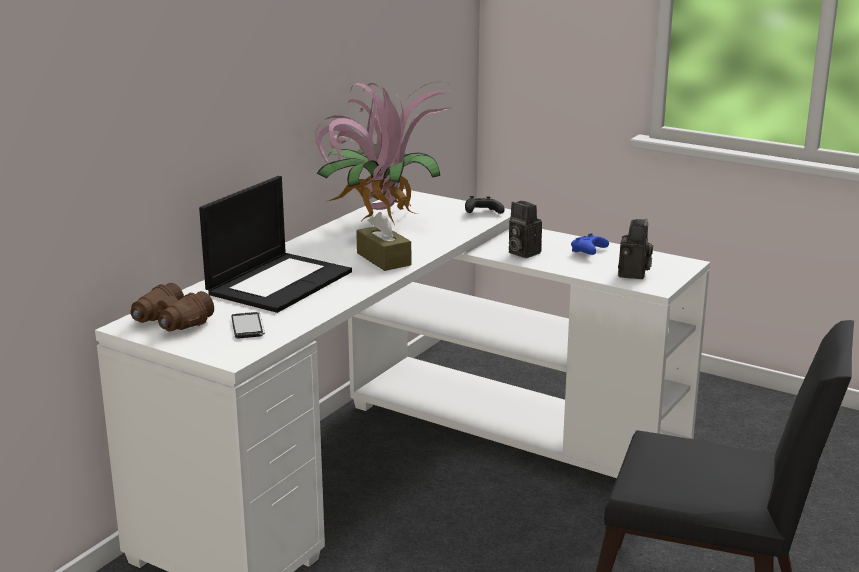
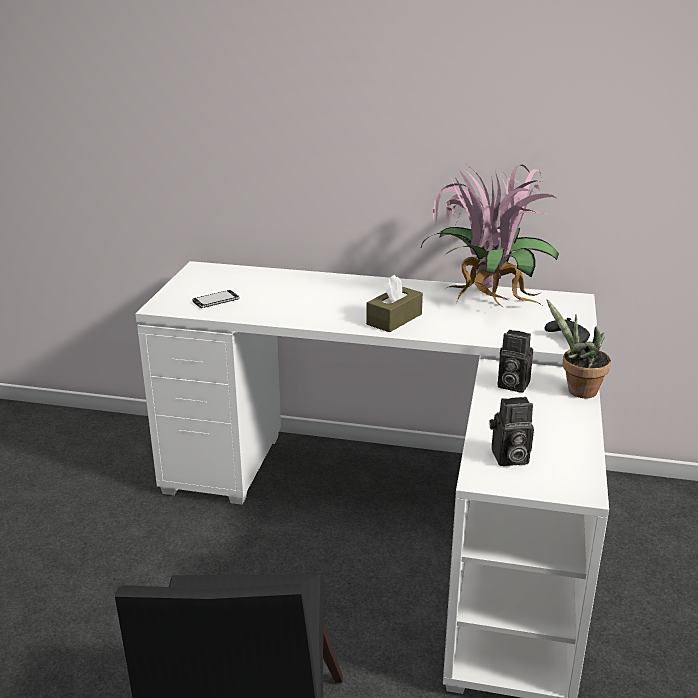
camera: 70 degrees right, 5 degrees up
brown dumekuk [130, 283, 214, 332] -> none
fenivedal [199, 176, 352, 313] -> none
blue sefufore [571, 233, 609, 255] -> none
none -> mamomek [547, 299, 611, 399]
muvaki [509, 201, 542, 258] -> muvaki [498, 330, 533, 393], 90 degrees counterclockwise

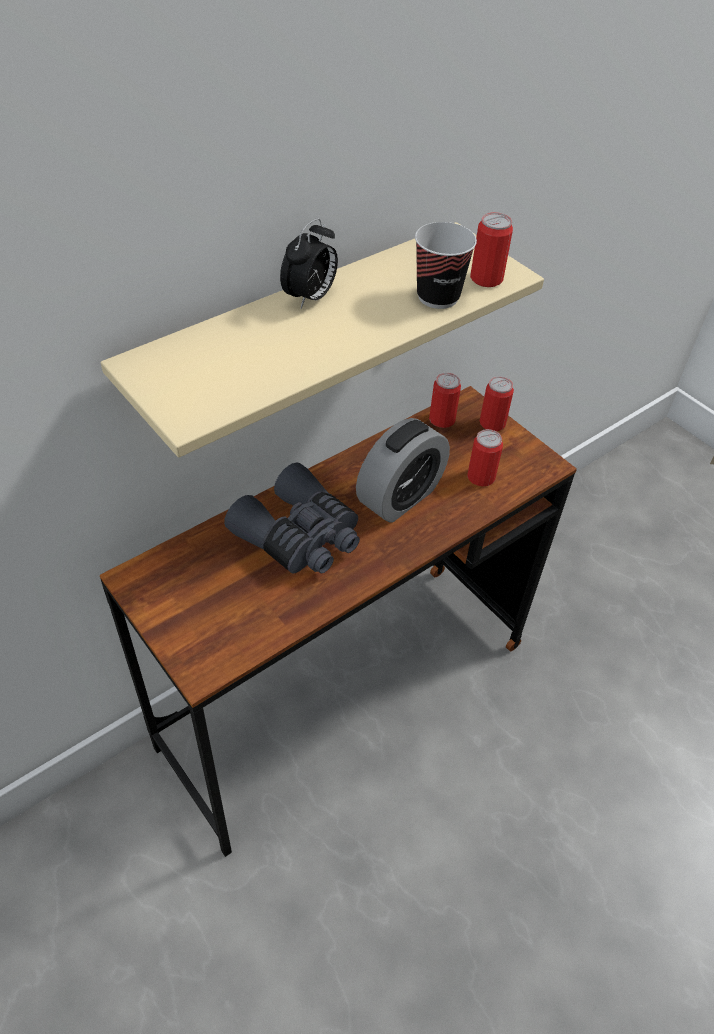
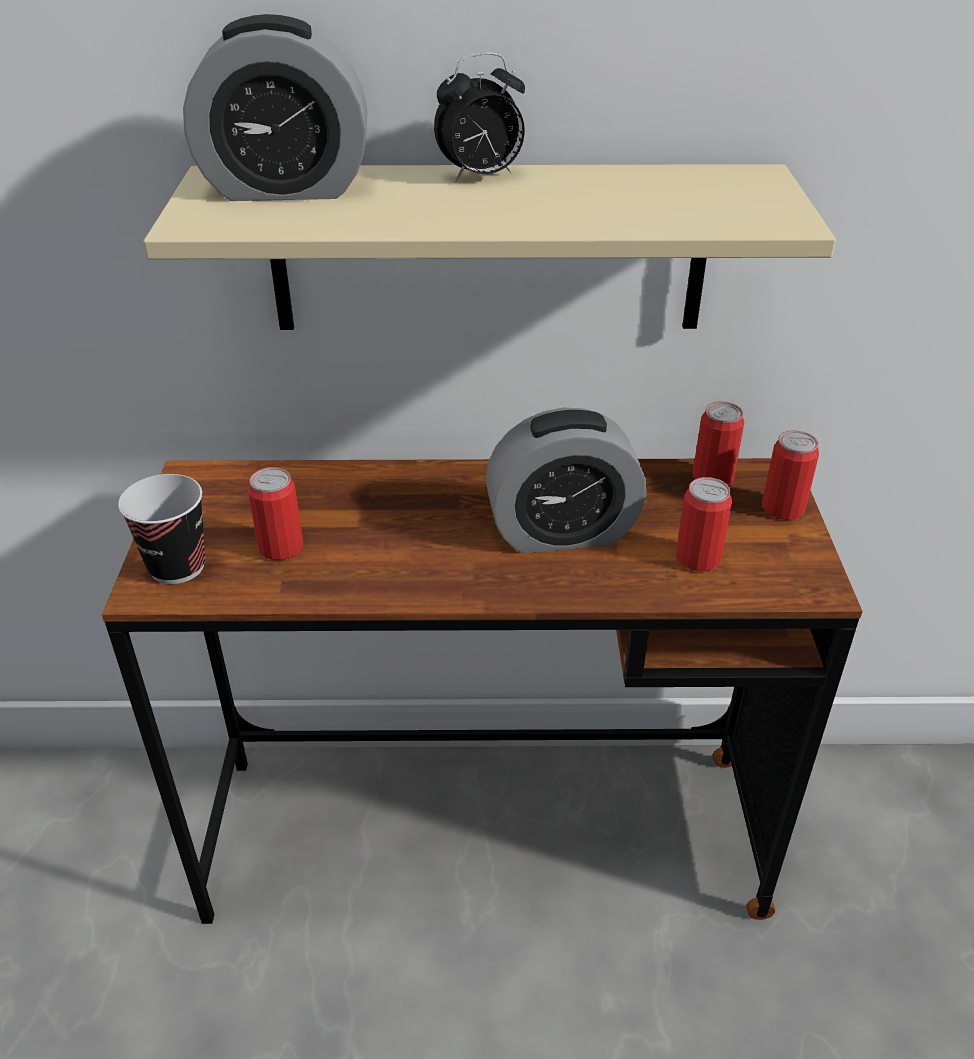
camera: 40 degrees right, 10 degrees down
grey dumekuk [224, 463, 360, 574] -> none
none -> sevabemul [183, 14, 367, 201]
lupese [415, 222, 477, 309] -> lupese [118, 474, 206, 584], moved
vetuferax [470, 212, 513, 287] -> vetuferax [248, 467, 303, 560], moved

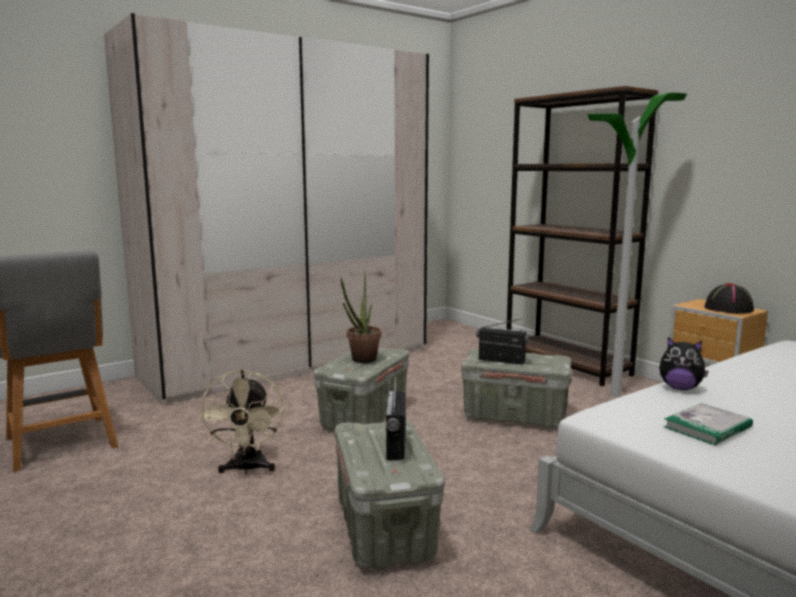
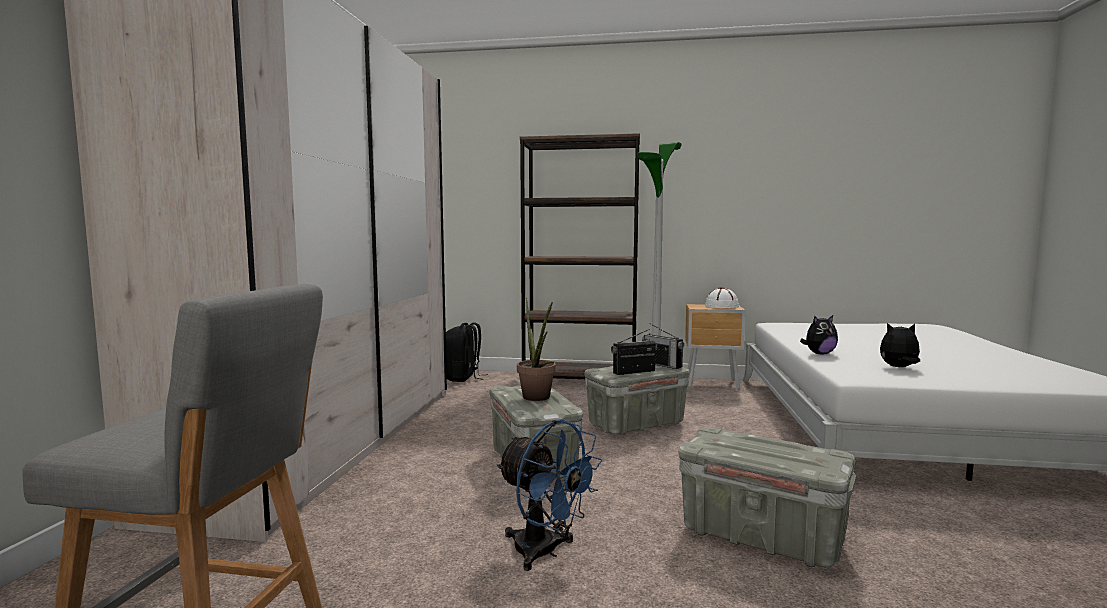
camera: 45 degrees left, 5 degrees down
none -> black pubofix [446, 322, 488, 382]
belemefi [386, 375, 406, 460] -> belemefi [642, 323, 684, 369], moved
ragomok [664, 403, 753, 446] -> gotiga [880, 323, 920, 367]
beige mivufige [198, 370, 284, 474] -> blue mivufige [496, 420, 602, 571]
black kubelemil [704, 283, 754, 313] -> white kubelemil [705, 287, 739, 308]

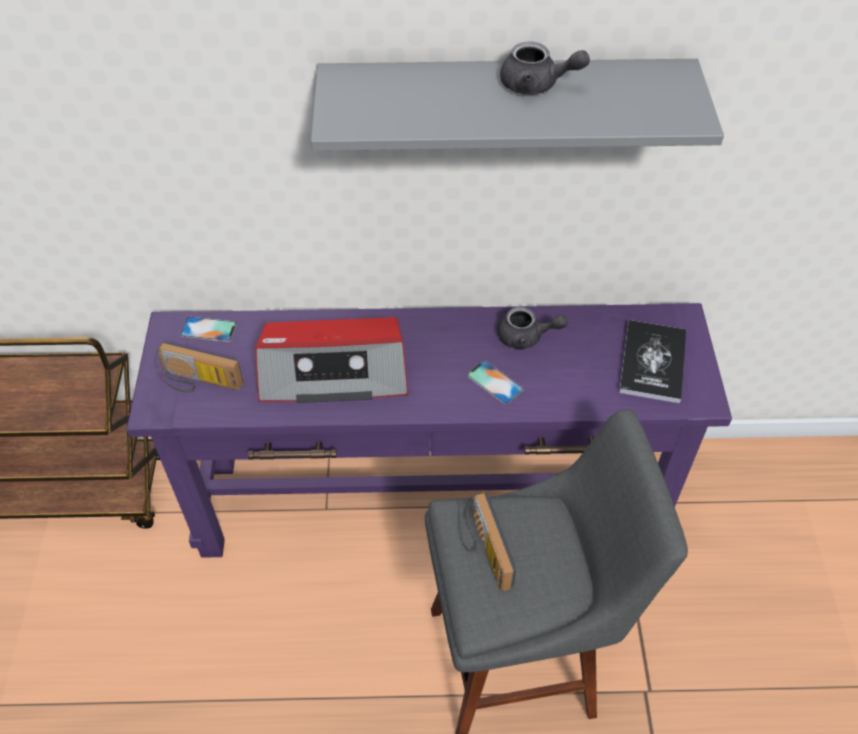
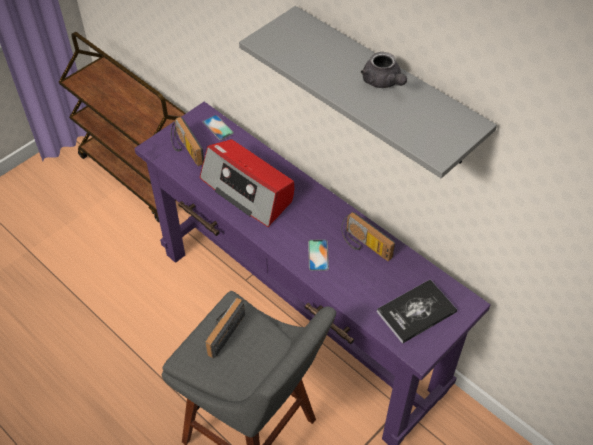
camera: 45 degrees right, 0 degrees up
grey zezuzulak [498, 307, 568, 350] -> belemefi [341, 212, 395, 261]

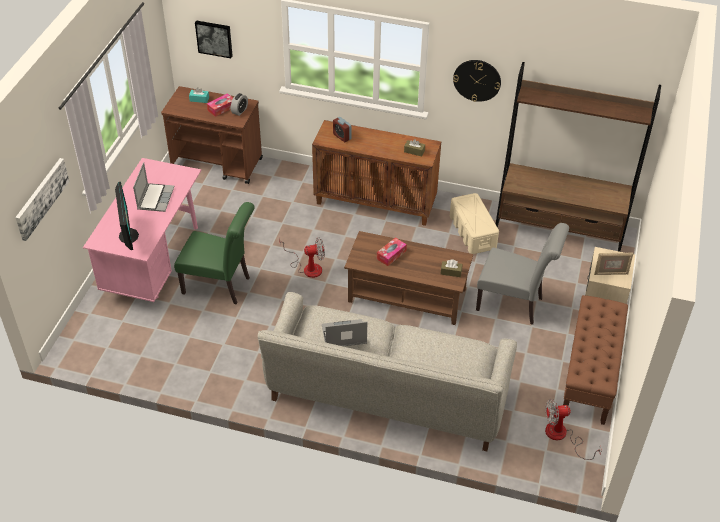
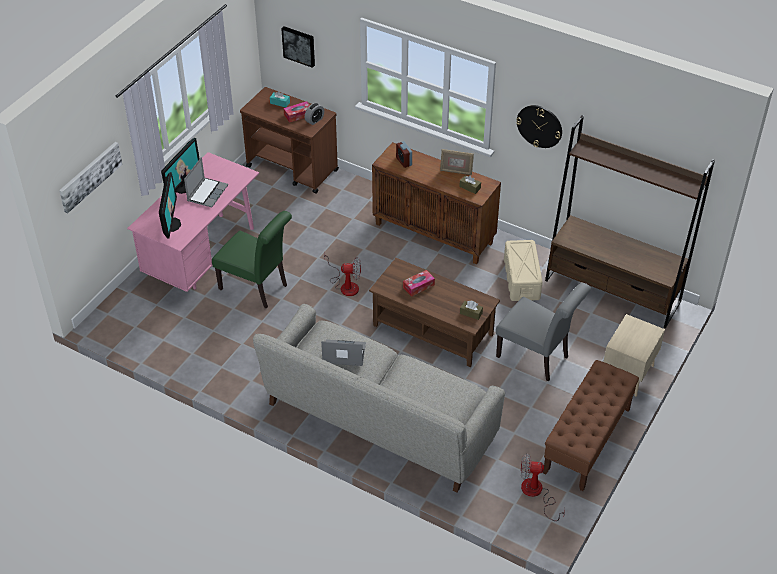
camera: 15 degrees right, 0 degrees up
none -> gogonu [161, 138, 200, 194]
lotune [594, 253, 633, 275] -> lotune [440, 149, 474, 175], moved

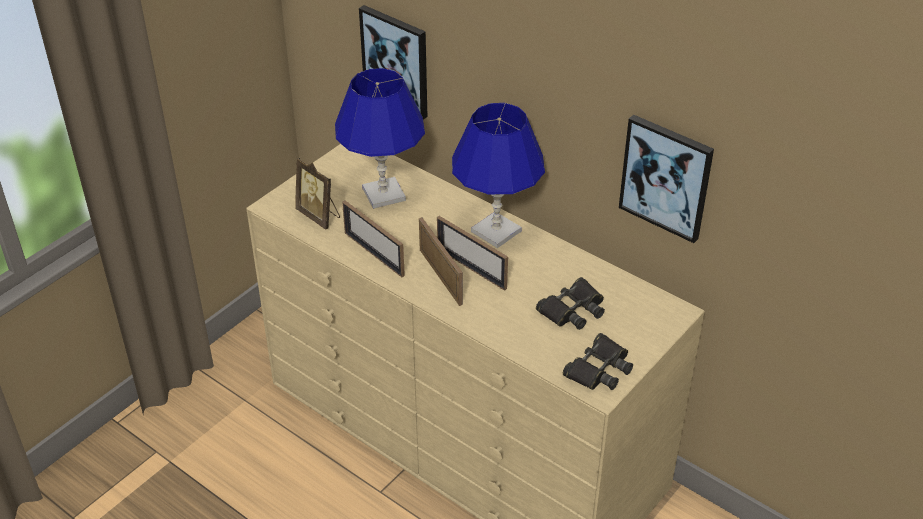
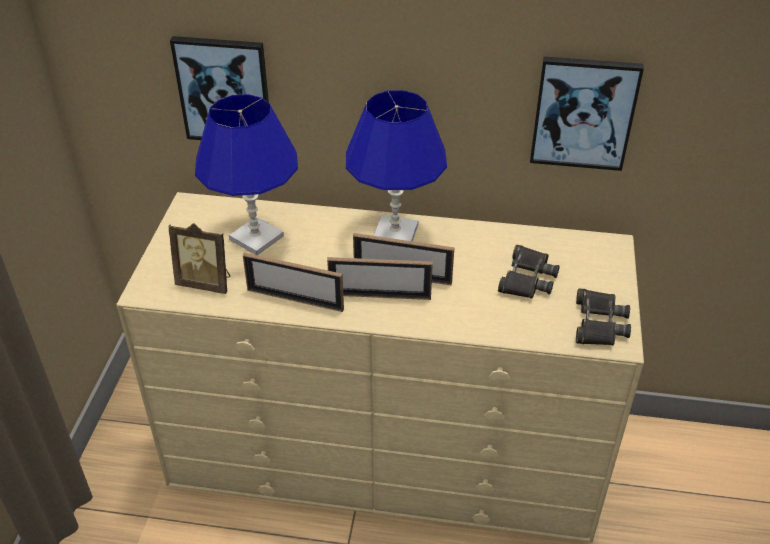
camera: 30 degrees left, 0 degrees up
lotune [419, 217, 463, 306] -> lotune [327, 257, 433, 300], 150 degrees clockwise

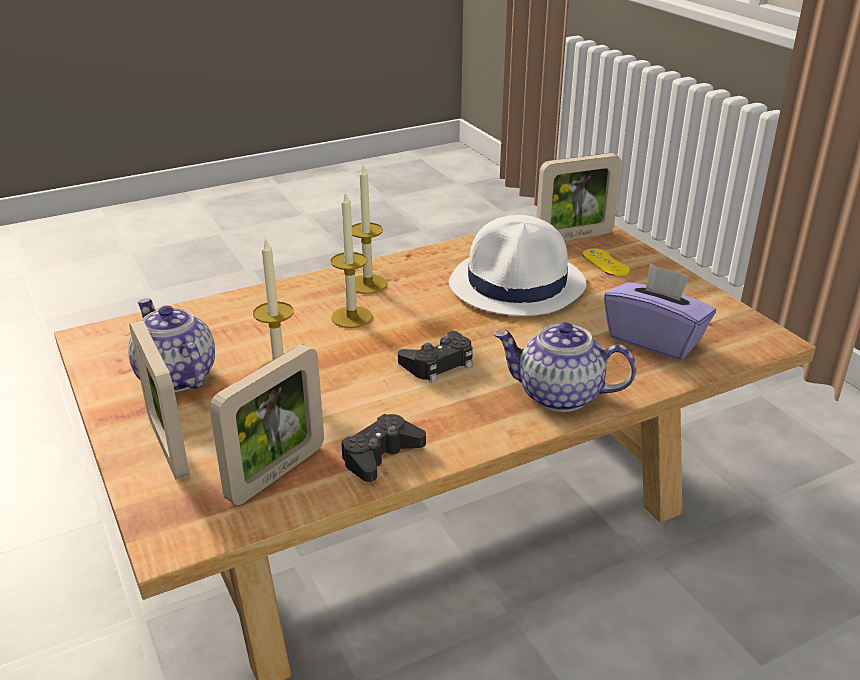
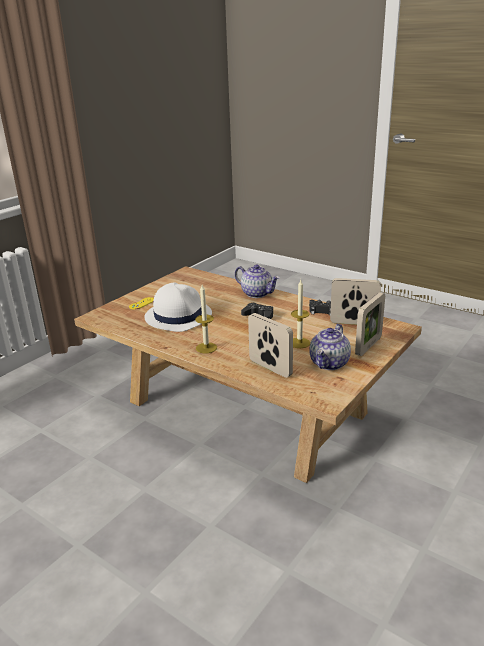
camera: 115 degrees left, 5 degrees down
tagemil [331, 191, 373, 328] -> none
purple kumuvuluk [604, 264, 716, 361] -> none
lotune [536, 153, 621, 241] -> lotune [248, 313, 293, 378], moved
zezuzulak [494, 322, 636, 412] -> zezuzulak [235, 265, 280, 298], 45 degrees counterclockwise

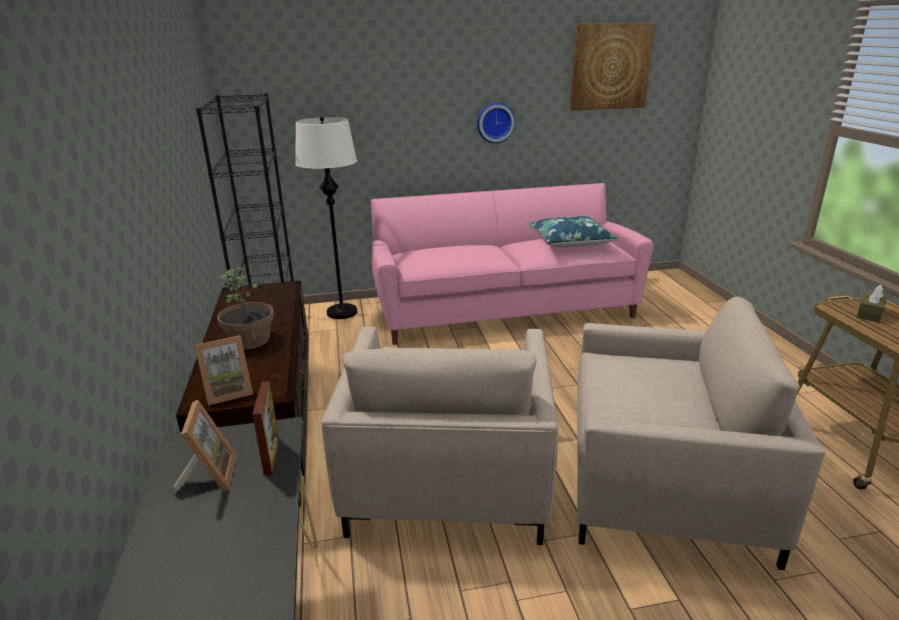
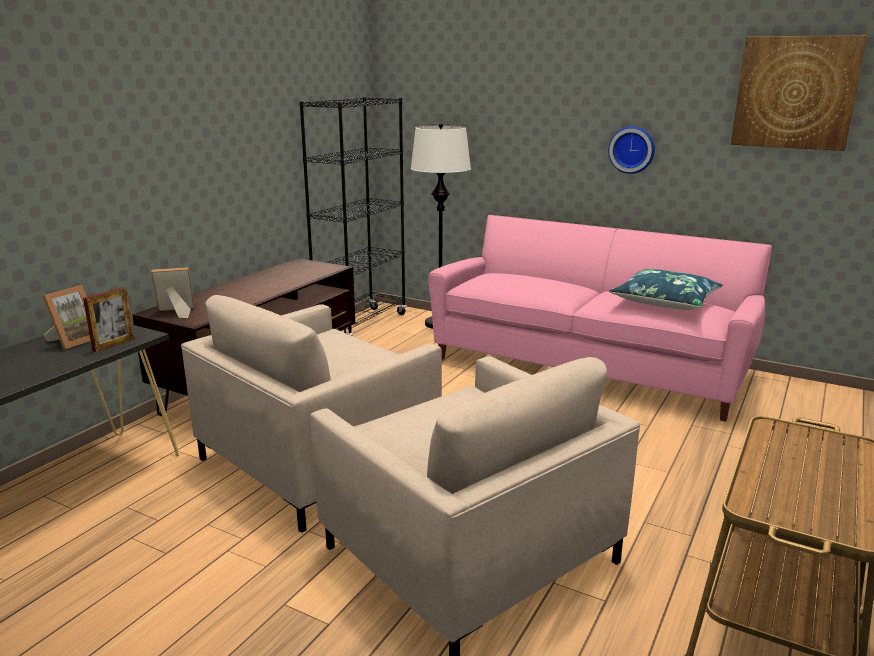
camera: 40 degrees right, 5 degrees down
mamomek [217, 267, 274, 350] -> none
brown kumuvuluk [856, 285, 888, 323] -> none
lotune [195, 335, 253, 405] -> lotune [151, 267, 194, 318], 150 degrees clockwise

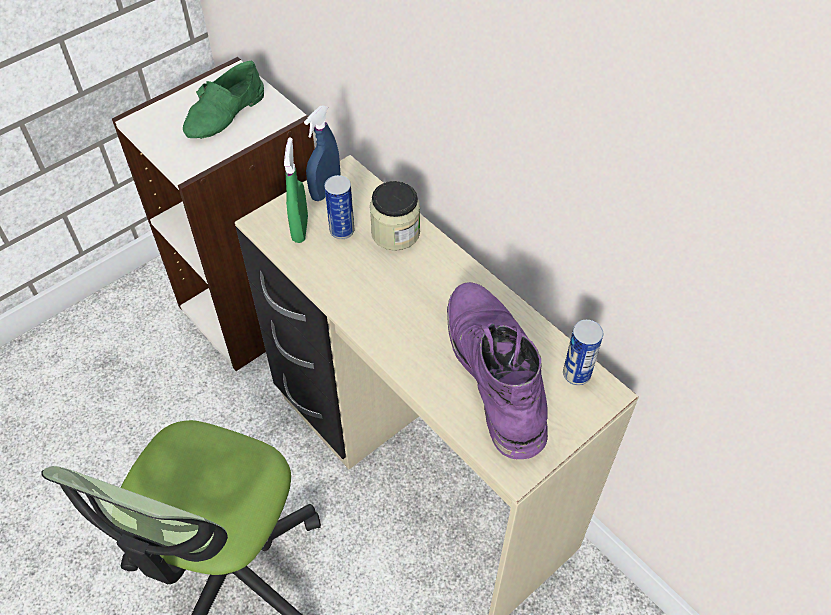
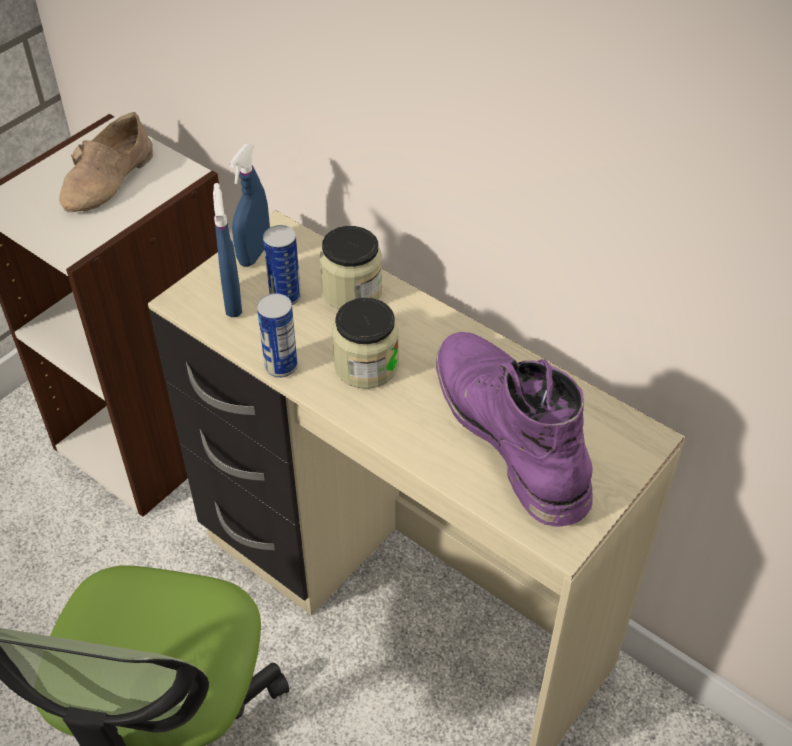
camera: 10 degrees left, 5 degrees down
none -> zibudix [332, 298, 399, 389]
vetuferax [563, 320, 603, 385] -> vetuferax [257, 293, 298, 378], moved
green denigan [183, 60, 264, 139] -> beige denigan [59, 112, 153, 212]
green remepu [284, 138, 308, 243] -> blue remepu [213, 183, 242, 317]

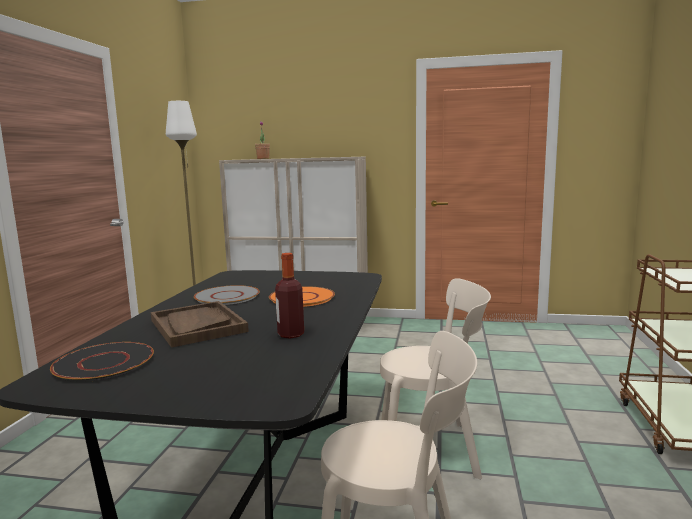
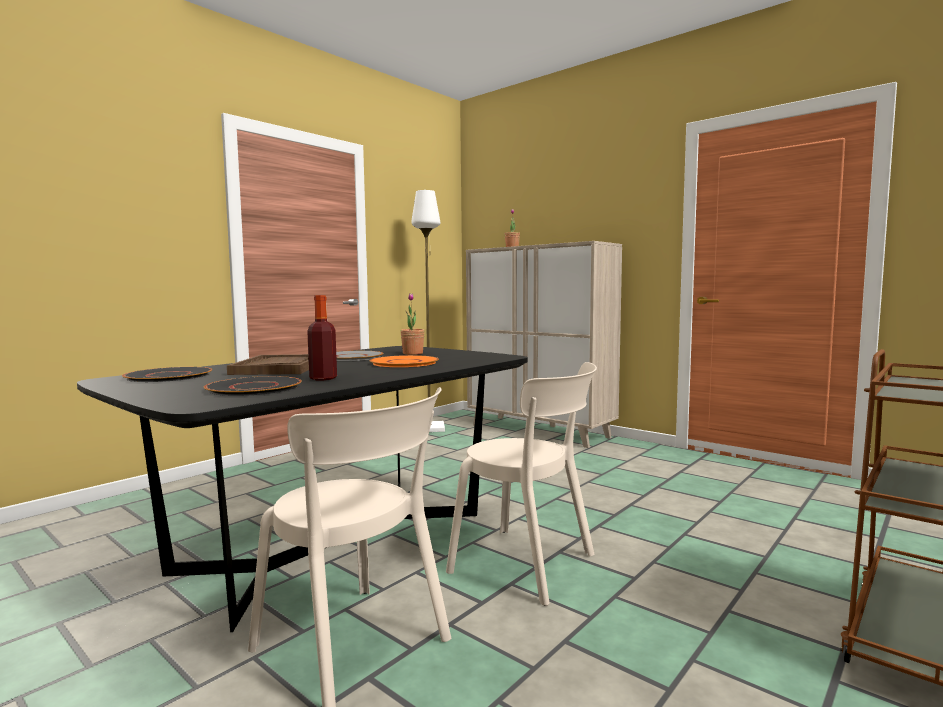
camera: 30 degrees right, 5 degrees down
none -> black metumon [204, 376, 302, 396]
none -> mamomek [400, 293, 425, 355]

